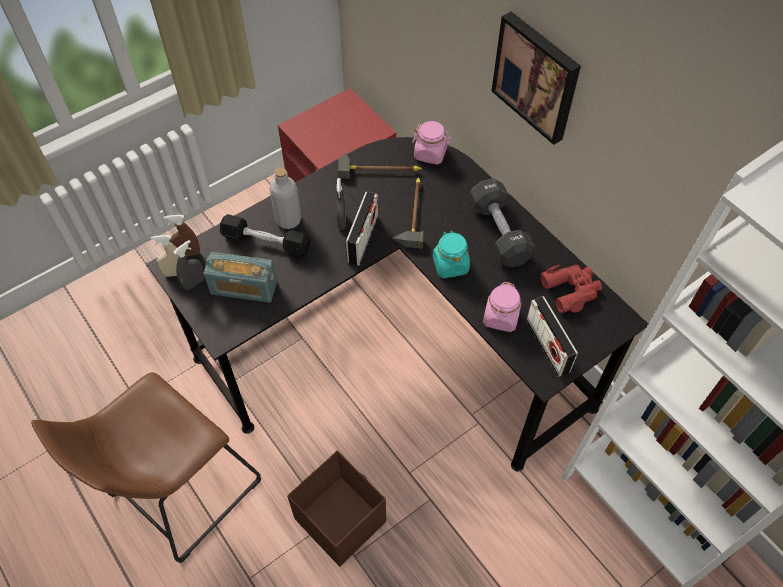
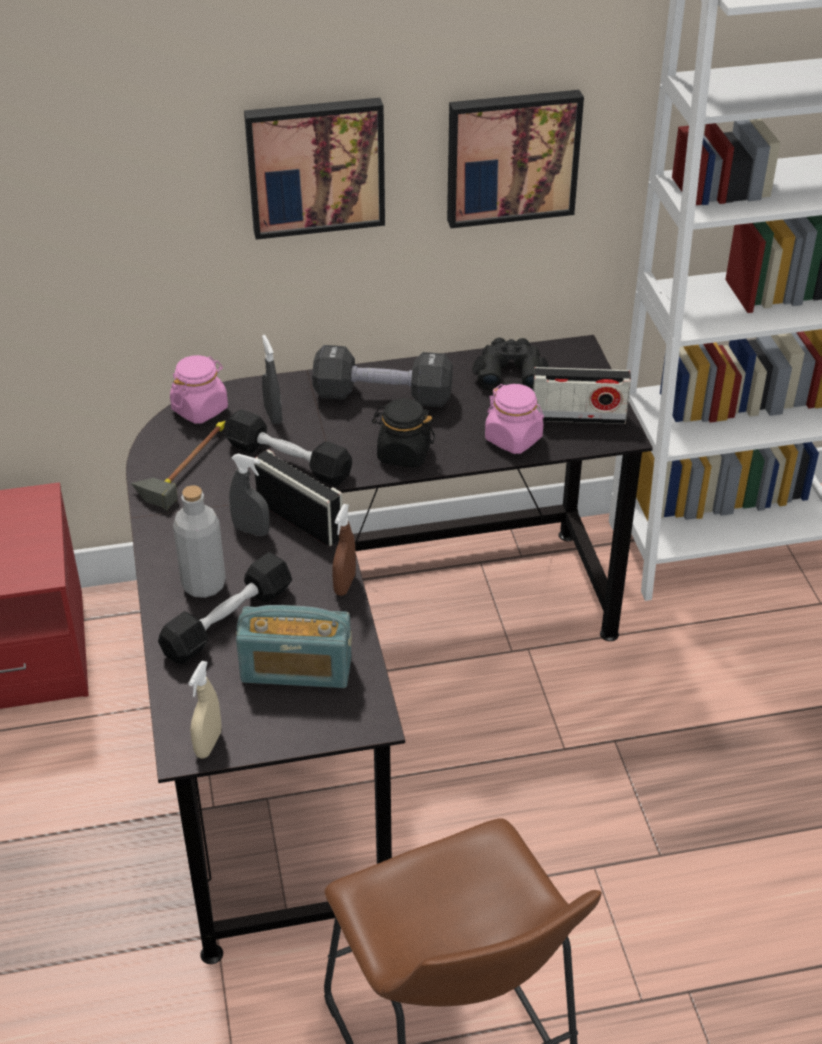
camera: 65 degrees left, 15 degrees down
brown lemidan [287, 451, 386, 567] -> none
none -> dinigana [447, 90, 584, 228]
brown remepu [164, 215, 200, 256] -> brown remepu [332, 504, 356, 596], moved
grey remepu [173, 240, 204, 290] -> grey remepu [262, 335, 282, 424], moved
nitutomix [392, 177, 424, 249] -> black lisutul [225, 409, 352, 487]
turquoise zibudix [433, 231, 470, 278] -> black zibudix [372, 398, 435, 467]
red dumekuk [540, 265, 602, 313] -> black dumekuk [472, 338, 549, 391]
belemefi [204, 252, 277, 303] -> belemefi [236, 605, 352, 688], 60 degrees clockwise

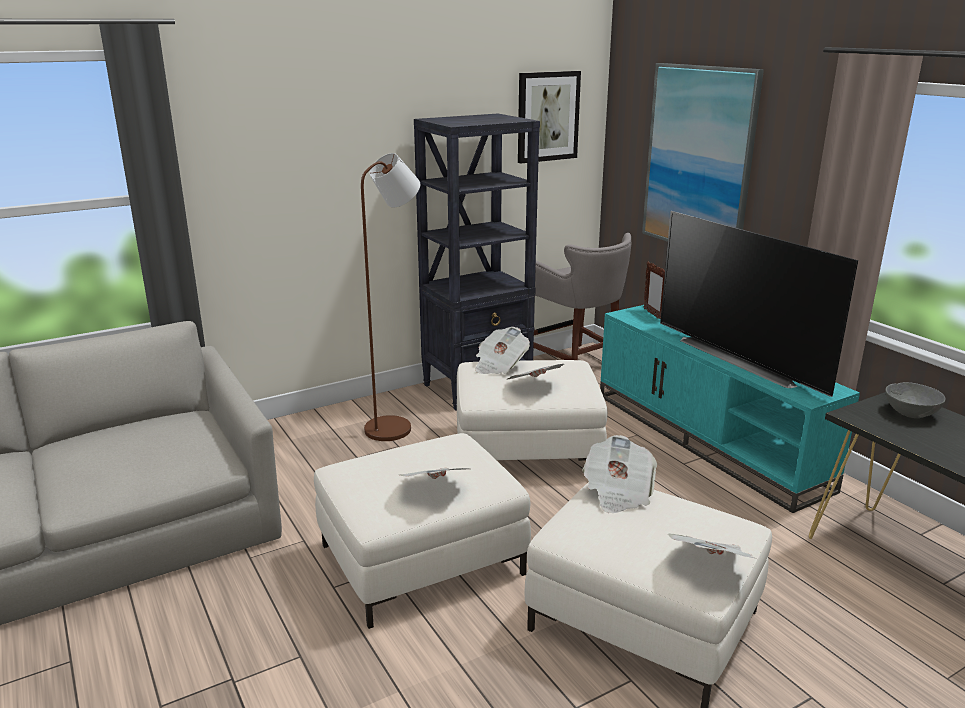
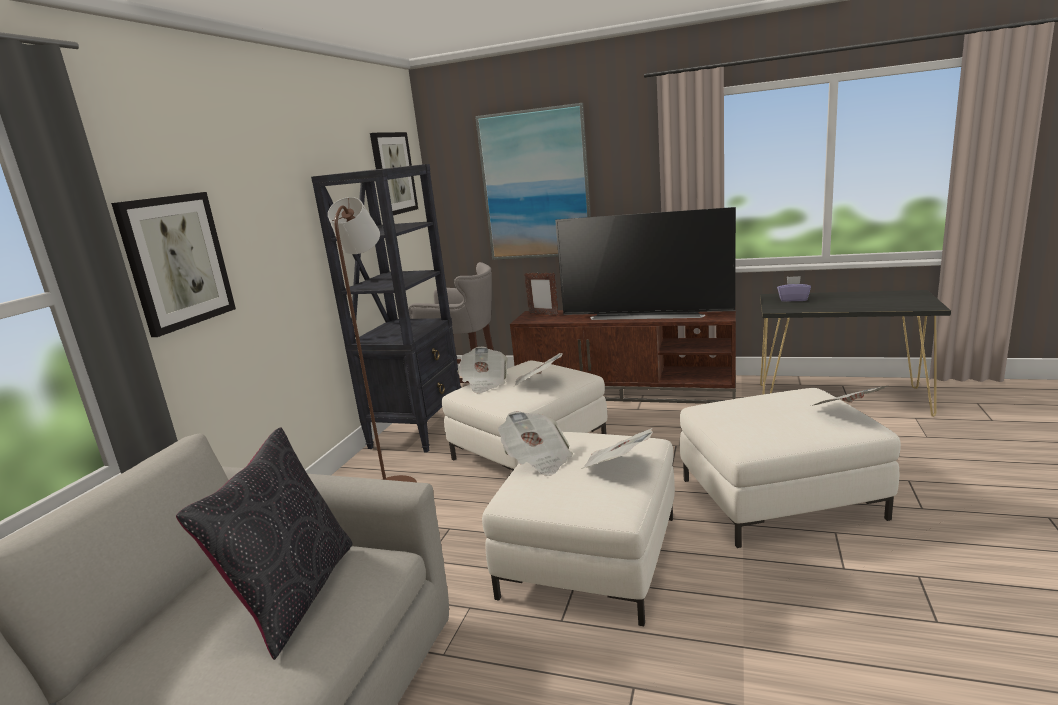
camera: 40 degrees left, 5 degrees down
none -> dinigana [111, 192, 236, 337]
none -> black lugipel [176, 427, 353, 660]
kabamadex [582, 435, 657, 513] -> kabamadex [498, 411, 573, 476], moved
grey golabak [885, 382, 946, 418] -> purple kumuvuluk [777, 276, 811, 302]
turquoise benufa [600, 305, 860, 513] -> brown benufa [510, 310, 736, 404]

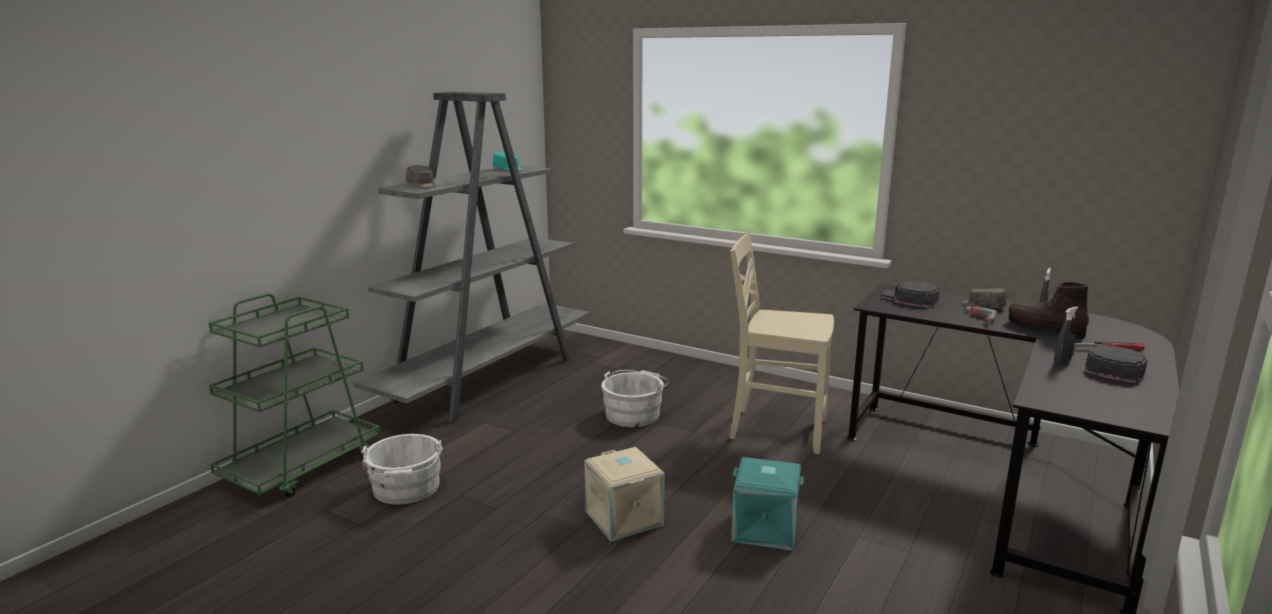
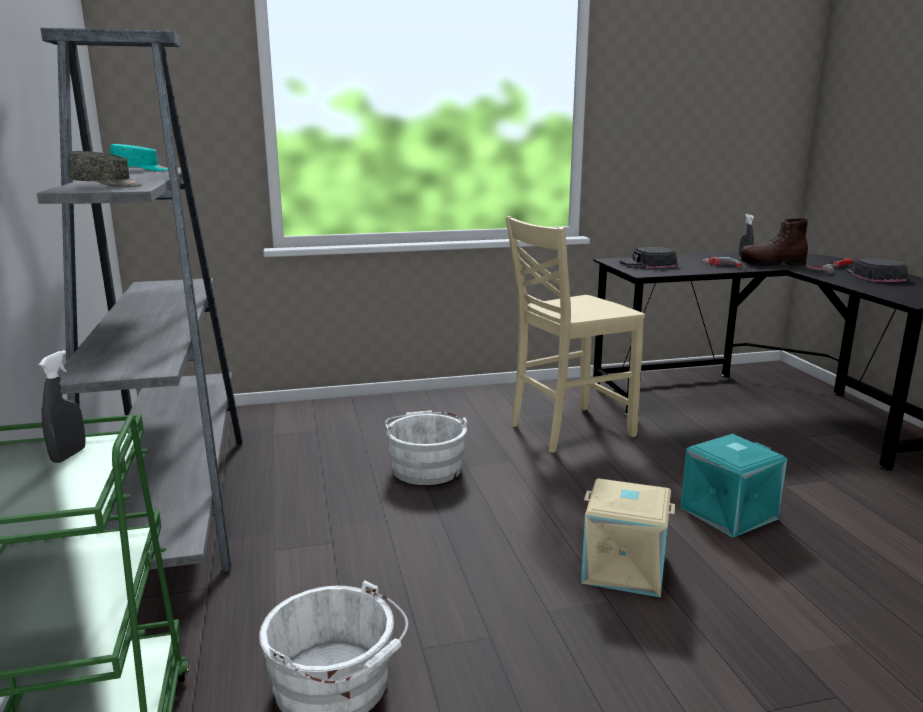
camera: 45 degrees left, 0 degrees up
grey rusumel [961, 288, 1007, 308] -> none
grey remepu [1054, 307, 1078, 365] -> grey remepu [39, 350, 86, 463], moved

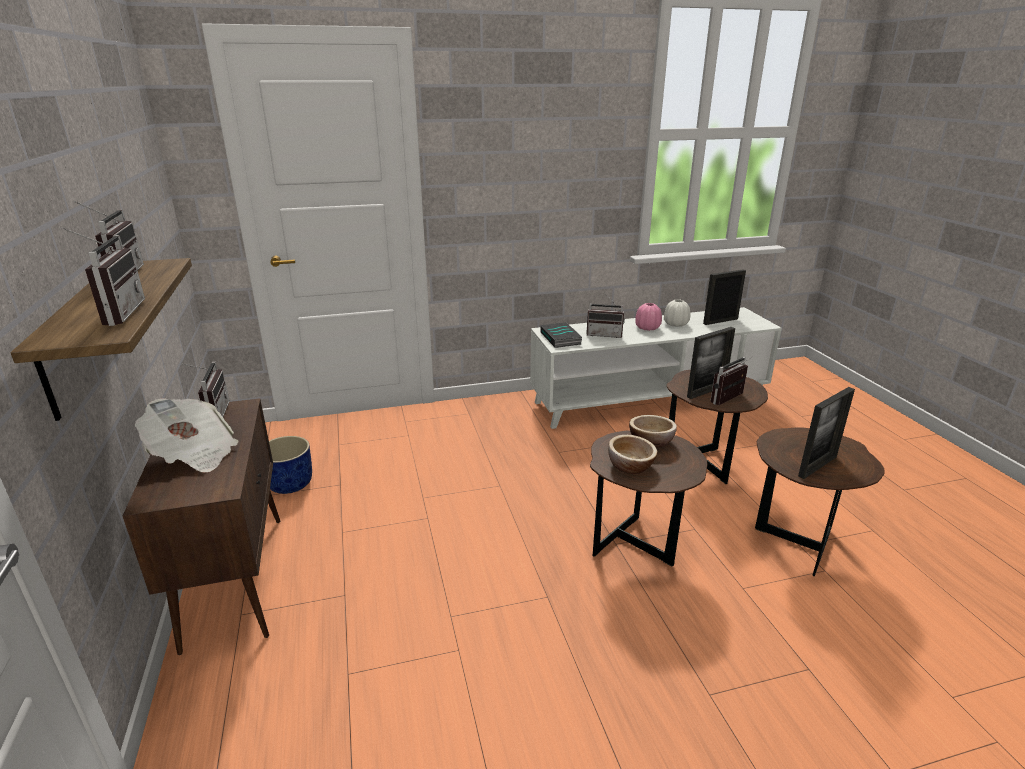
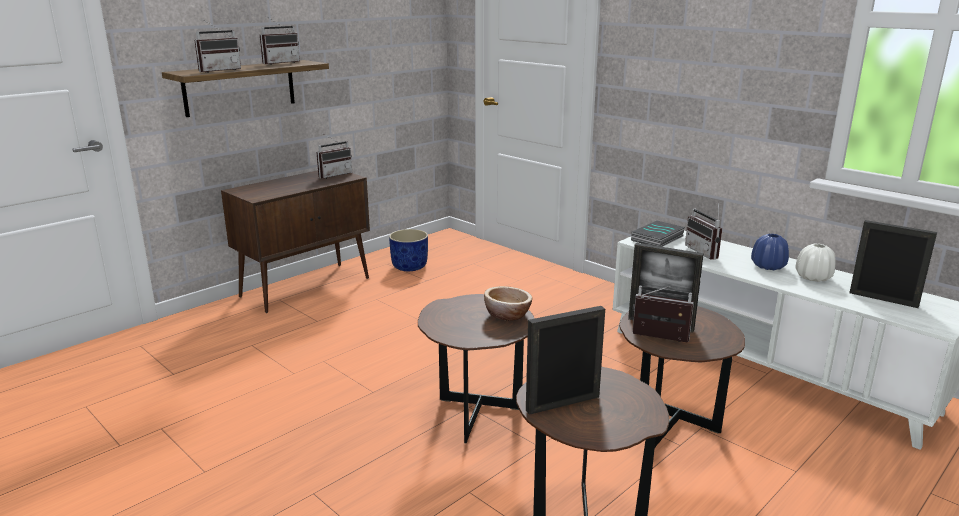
camera: 60 degrees right, 5 degrees down
kabamadex [135, 398, 239, 472] -> none
golabak [608, 435, 658, 474] -> none
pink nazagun [635, 303, 662, 331] -> blue nazagun [751, 234, 789, 270]
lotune [798, 387, 855, 479] -> lotune [526, 306, 605, 415], 135 degrees clockwise

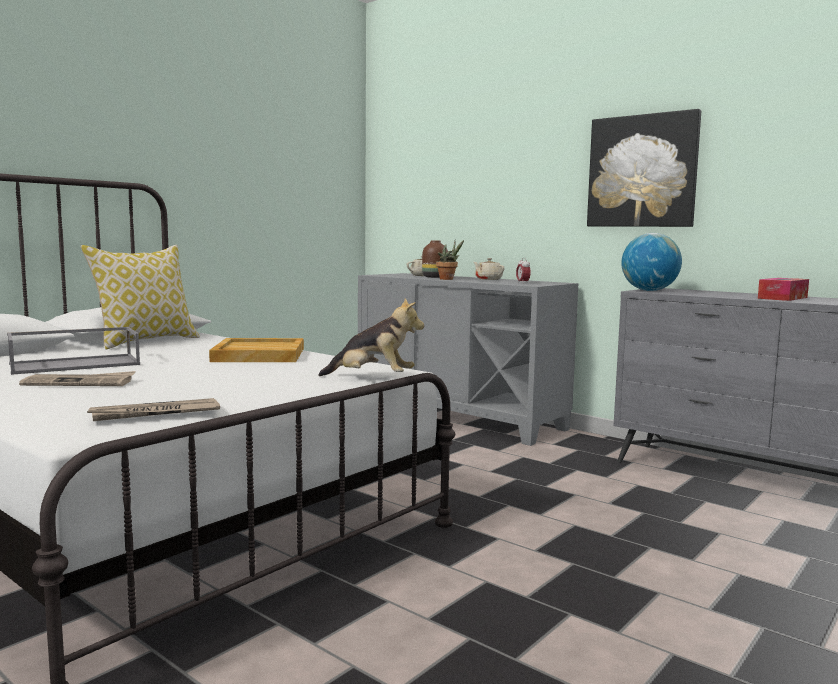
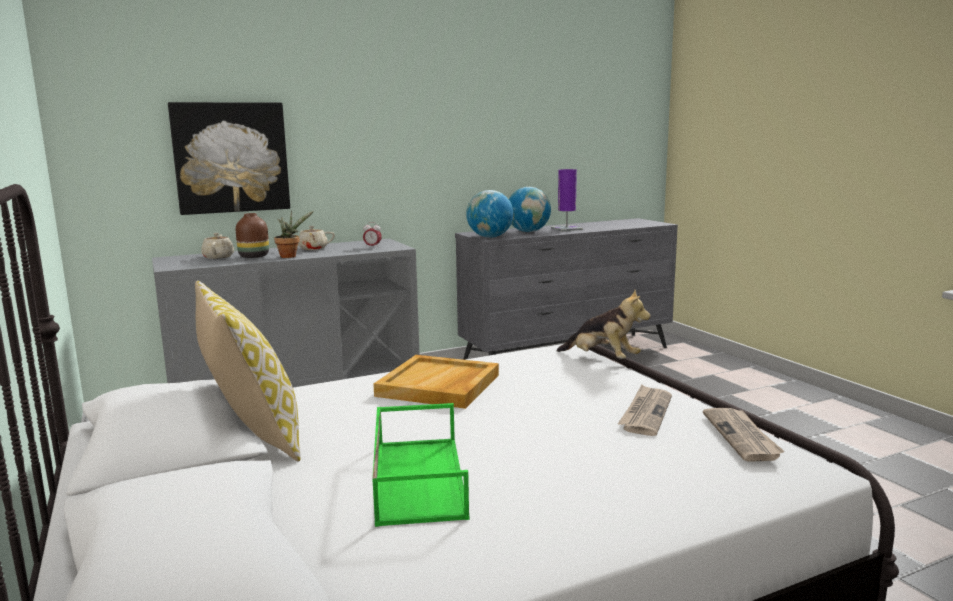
camera: 65 degrees left, 5 degrees up
none -> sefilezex [509, 187, 551, 232]
kabamadex [19, 371, 136, 386] -> kabamadex [618, 384, 672, 436], moved
dinigana [587, 109, 701, 227] -> dinigana [168, 102, 290, 215], moved
kumuvuluk [758, 278, 809, 301] -> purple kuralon [551, 169, 583, 231]
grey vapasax [7, 327, 140, 375] -> green vapasax [372, 403, 469, 527]
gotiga [318, 298, 424, 376] -> gotiga [557, 290, 650, 359], 90 degrees clockwise

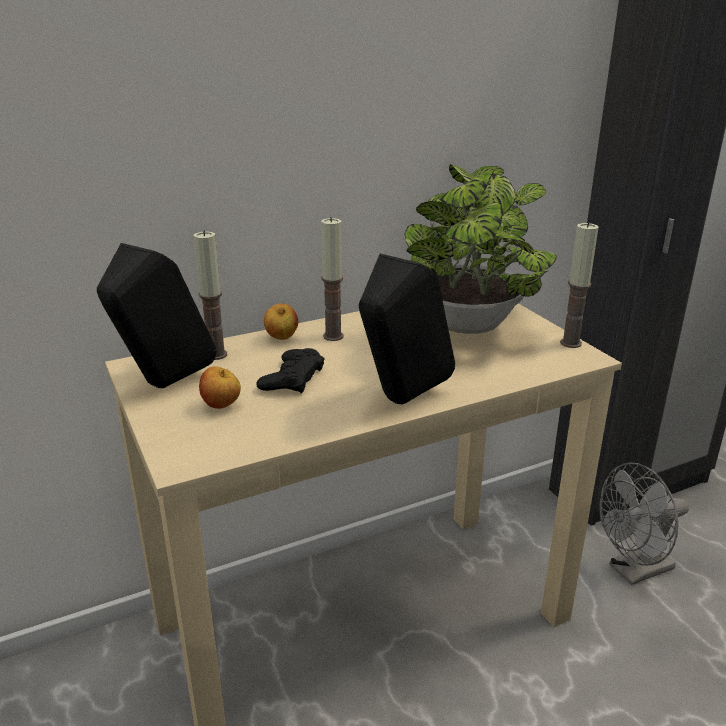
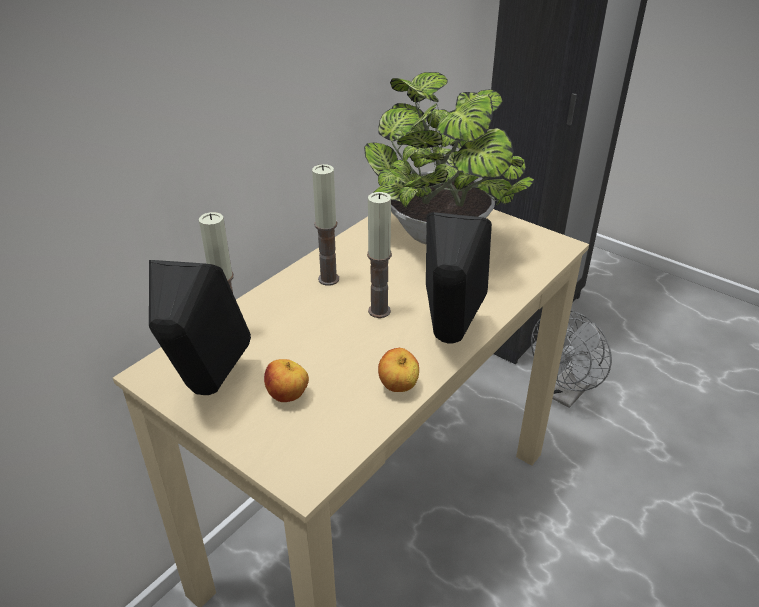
camera: 25 degrees left, 10 degrees up
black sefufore [256, 348, 325, 394] -> none
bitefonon [264, 303, 298, 340] -> bitefonon [378, 348, 419, 392], moved
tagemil [560, 222, 599, 348] -> tagemil [367, 192, 392, 318], moved

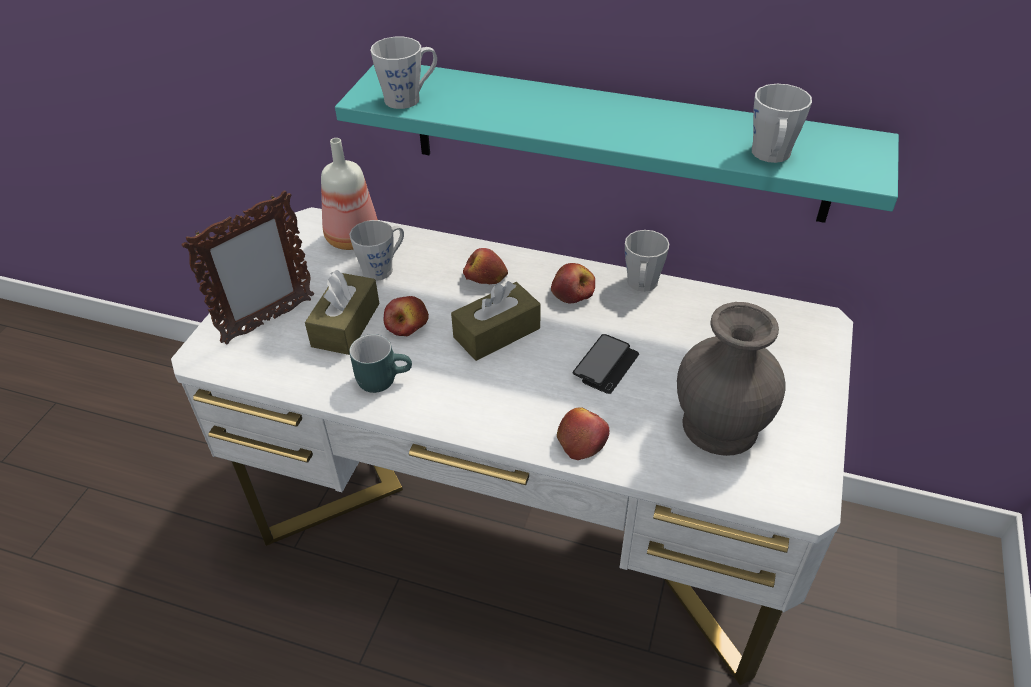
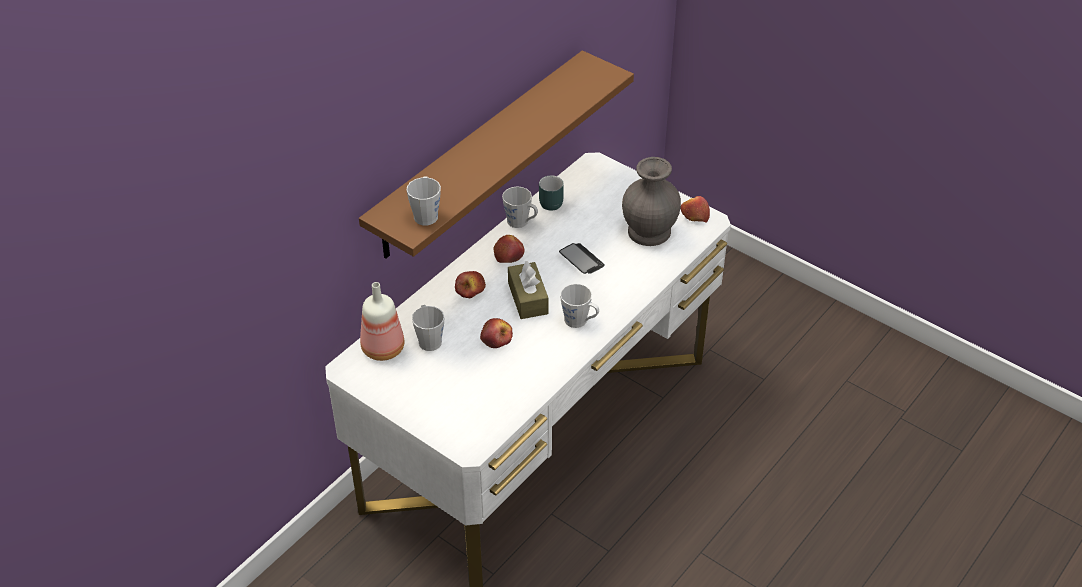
camera: 70 degrees left, 0 degrees up
lotune [182, 190, 314, 345] -> none
brown kumuvuluk [305, 270, 379, 355] -> none
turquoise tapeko [349, 334, 412, 393] -> turquoise tapeko [539, 175, 564, 211], moved
bitefonon [557, 407, 610, 460] -> bitefonon [681, 196, 710, 223], moved
grey tapeko [752, 84, 812, 163] -> grey tapeko [560, 284, 599, 328], moved
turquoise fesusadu [335, 64, 899, 223] -> brown fesusadu [359, 50, 634, 259]

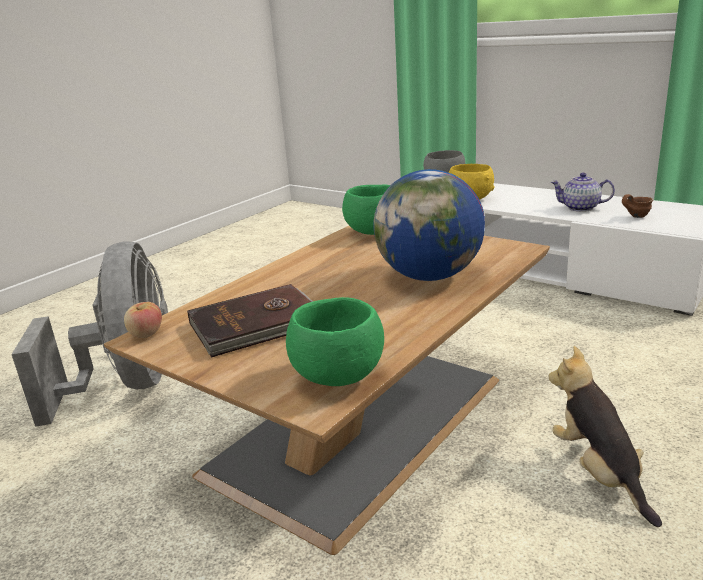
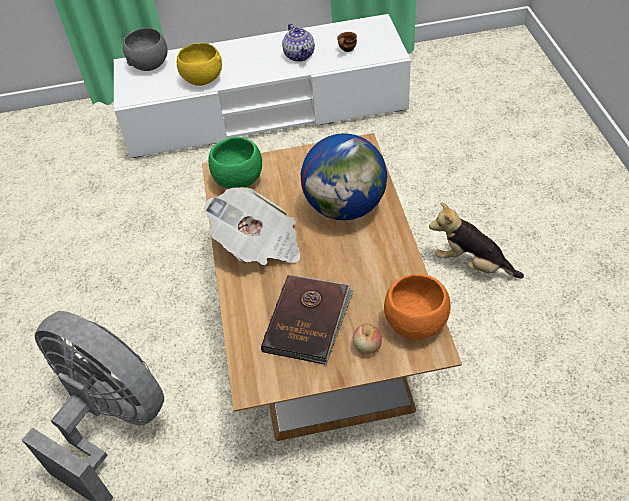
camera: 45 degrees left, 25 degrees up
none -> kabamadex [204, 187, 300, 265]
bitefonon [124, 302, 162, 338] -> bitefonon [353, 323, 382, 354], moved
green golabak [286, 297, 384, 386] -> orange golabak [384, 274, 451, 339]
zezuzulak [551, 173, 615, 212] -> zezuzulak [282, 23, 315, 62], 75 degrees counterclockwise

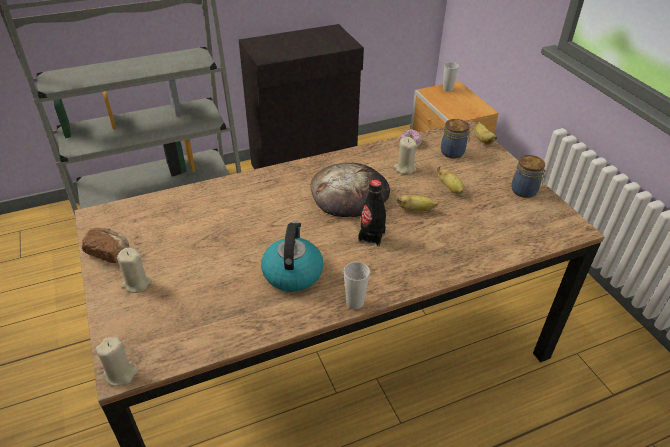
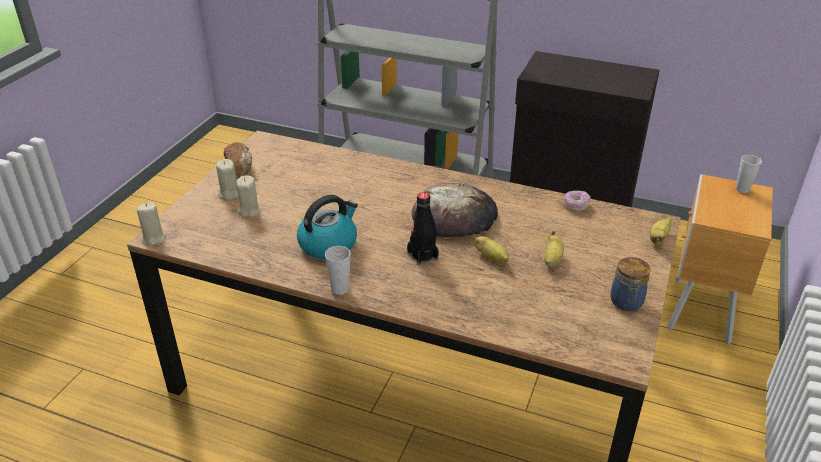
camera: 45 degrees right, 5 degrees down
zibudix [441, 119, 472, 159] -> none
beige tagemil [394, 137, 417, 175] -> beige tagemil [236, 176, 261, 217], moved

